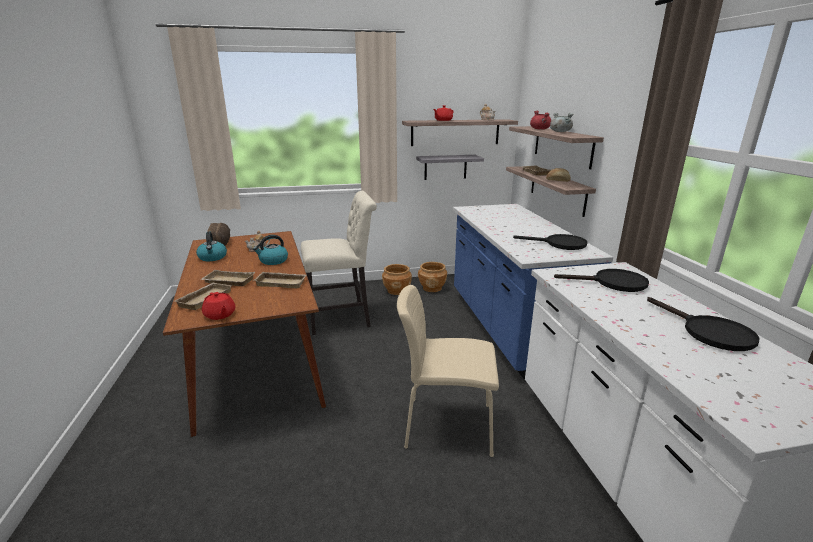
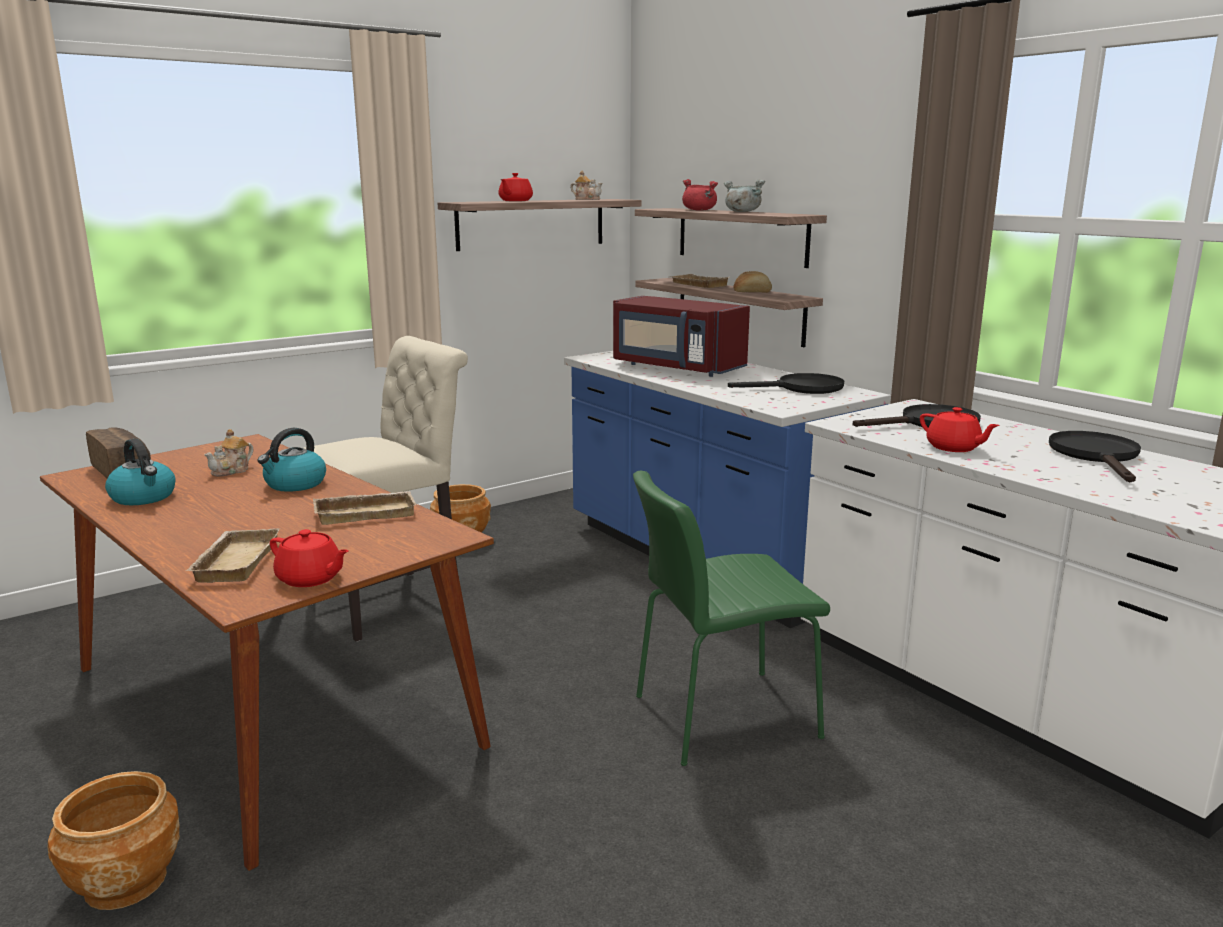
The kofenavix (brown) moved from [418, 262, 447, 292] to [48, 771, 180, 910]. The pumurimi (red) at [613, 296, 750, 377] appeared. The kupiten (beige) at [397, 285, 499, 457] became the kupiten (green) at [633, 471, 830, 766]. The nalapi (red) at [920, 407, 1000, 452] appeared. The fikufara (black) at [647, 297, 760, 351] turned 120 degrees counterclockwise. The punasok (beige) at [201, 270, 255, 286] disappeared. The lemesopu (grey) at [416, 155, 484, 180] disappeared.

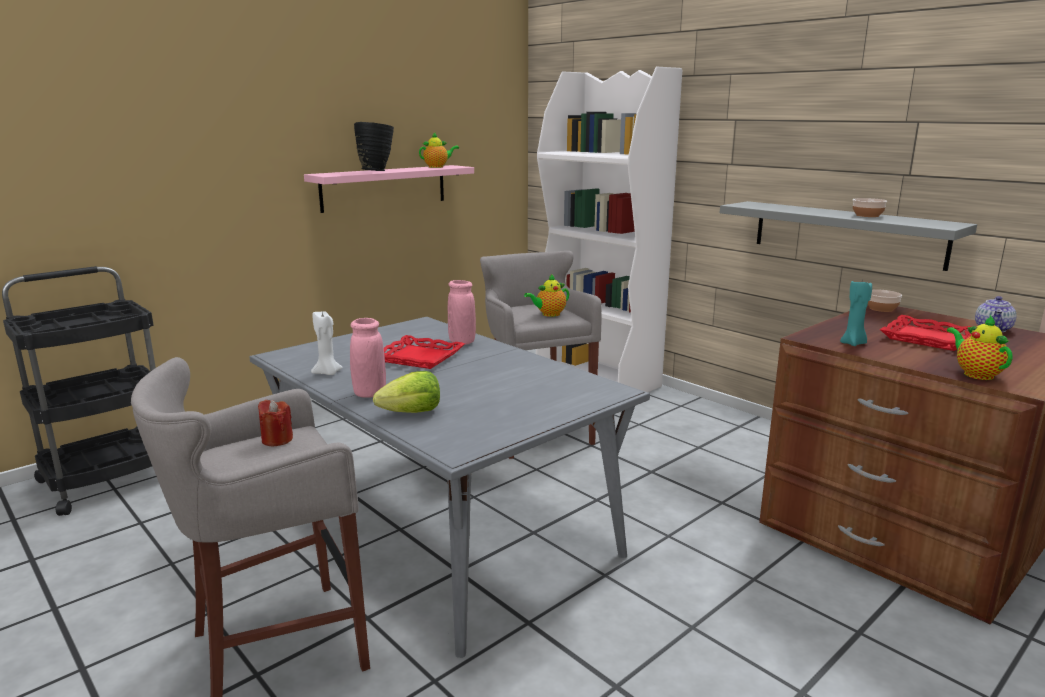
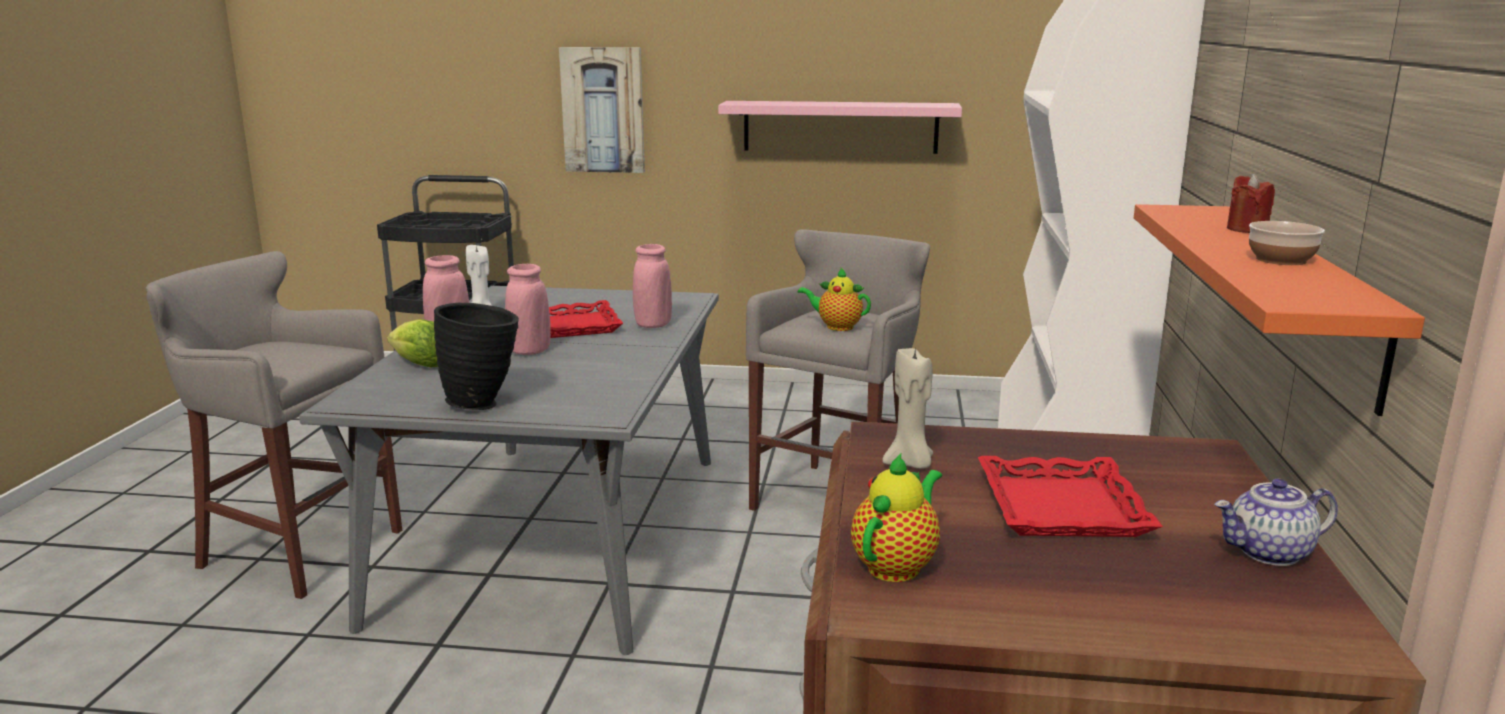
The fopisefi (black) moved from [354, 122, 394, 171] to [434, 303, 519, 410]. The fopisefi (pink) at [505, 264, 551, 355] appeared. The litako at [559, 47, 645, 173] appeared. The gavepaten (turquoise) at [840, 278, 872, 346] became the gavepaten (beige) at [882, 346, 933, 469]. The lemesopu (grey) at [720, 201, 977, 271] became the lemesopu (orange) at [1134, 204, 1425, 416]. The gavepaten (red) moved from [258, 400, 293, 446] to [1227, 174, 1275, 233]. The nalapi at [419, 133, 459, 168] disappeared. The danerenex at [868, 290, 902, 312] disappeared.

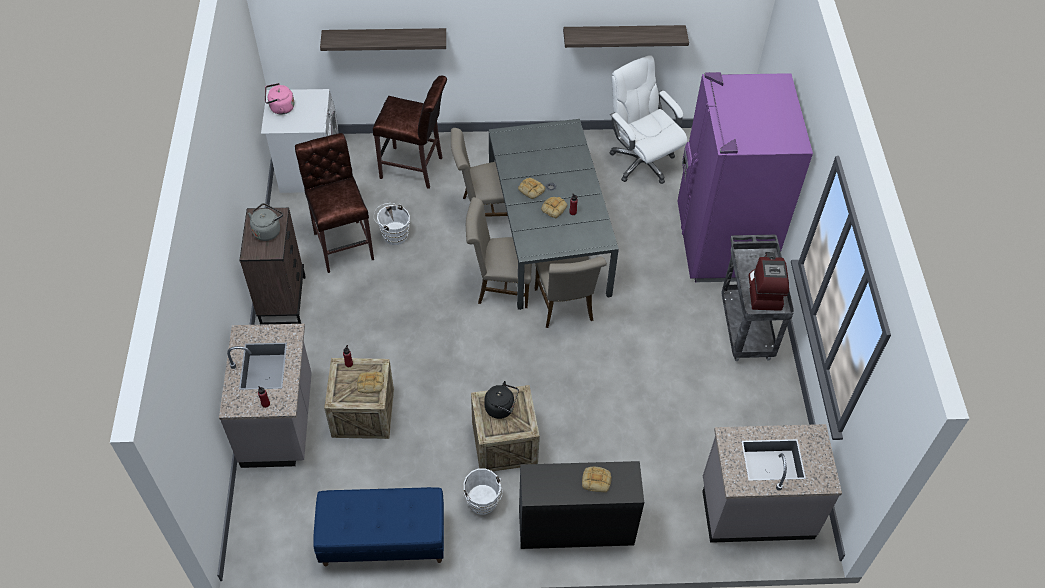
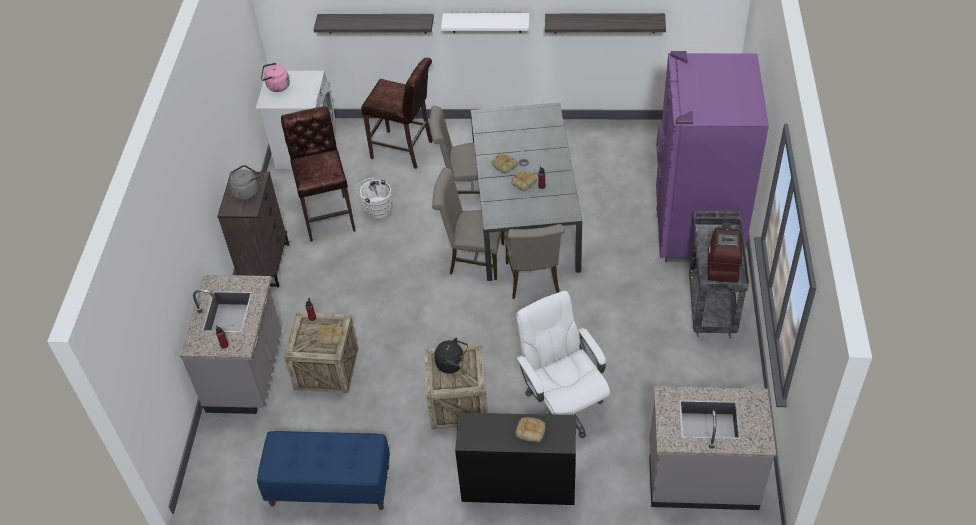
The lemesopu (white) at [441, 13, 530, 33] appeared. The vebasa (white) moved from [610, 55, 688, 184] to [516, 291, 610, 438]. The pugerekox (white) at [463, 468, 503, 515] disappeared.

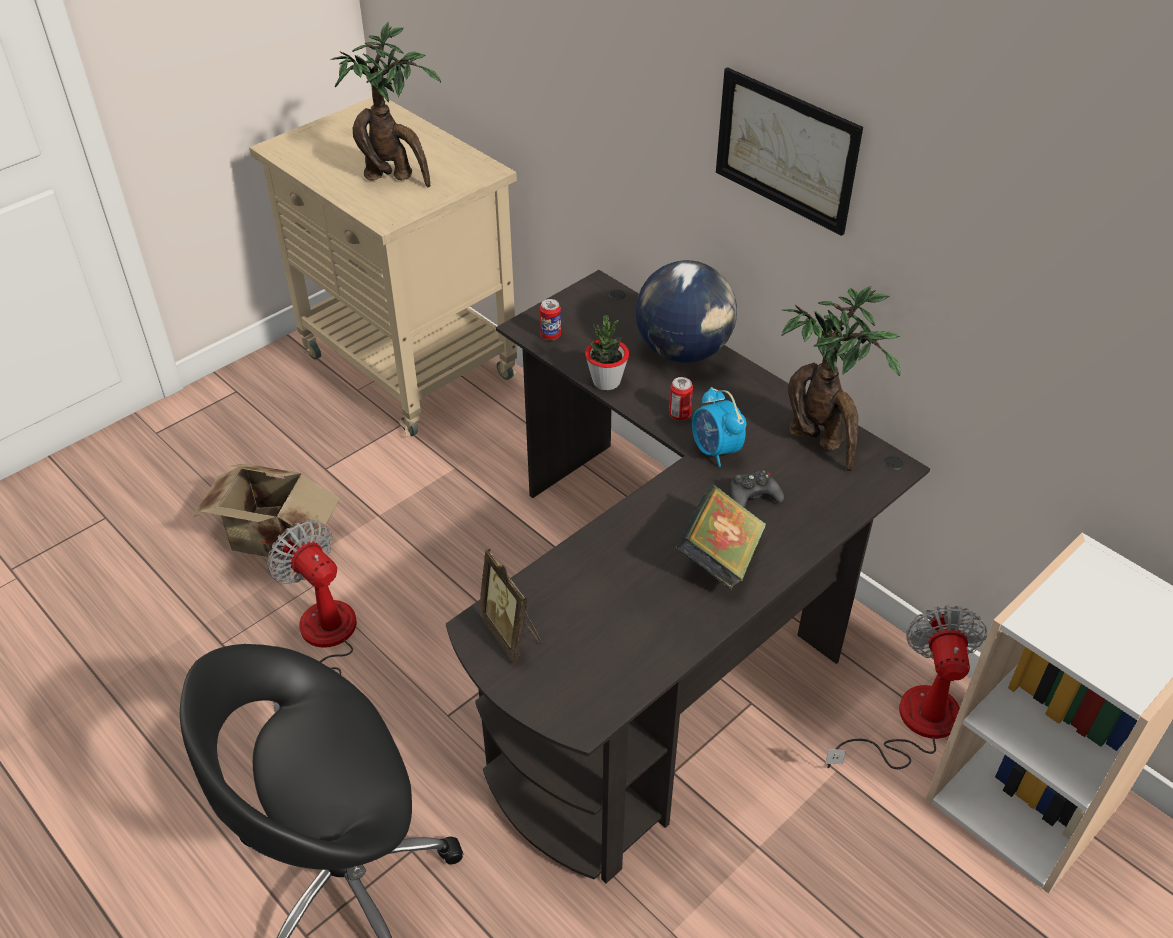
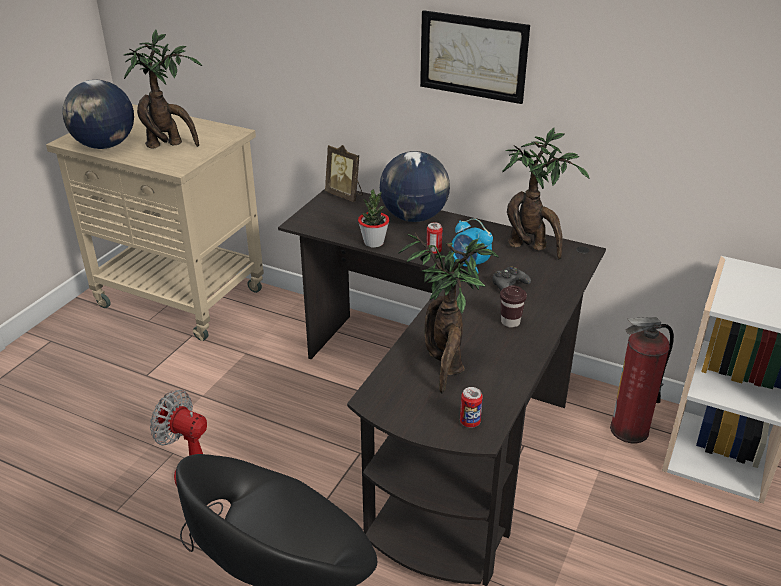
The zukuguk at [62, 80, 134, 149] appeared. The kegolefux moved from [479, 548, 542, 663] to [325, 145, 363, 202]. The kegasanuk at [398, 233, 499, 394] appeared. The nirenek moved from [540, 299, 561, 340] to [460, 387, 483, 428]. The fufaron at [676, 485, 766, 590] was replaced by the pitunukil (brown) at [500, 285, 527, 328]. The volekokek at [825, 605, 987, 769] was replaced by the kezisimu at [610, 317, 674, 443]. The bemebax at [191, 464, 340, 559] disappeared.

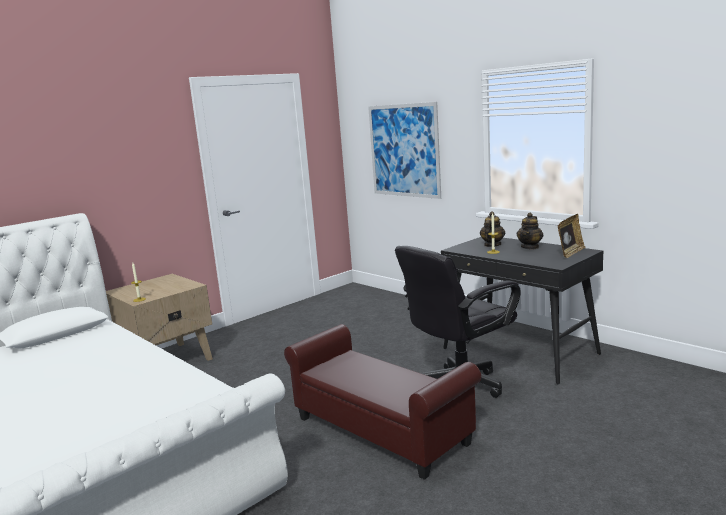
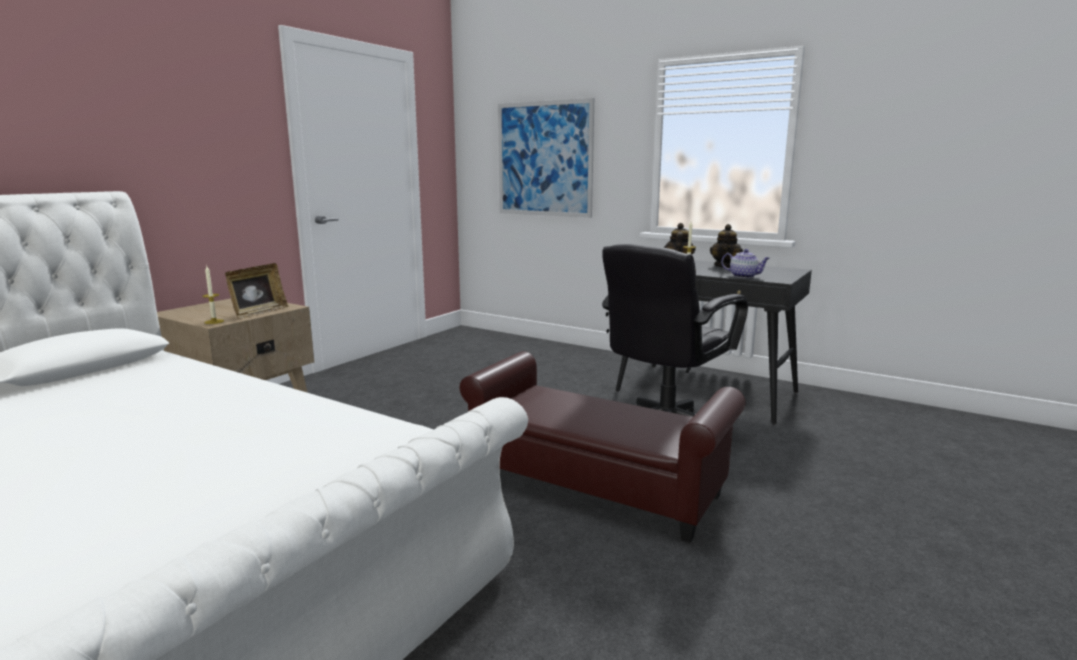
The kegolefux moved from [558, 214, 585, 258] to [225, 263, 289, 319]. The nalapi at [721, 249, 770, 278] appeared.

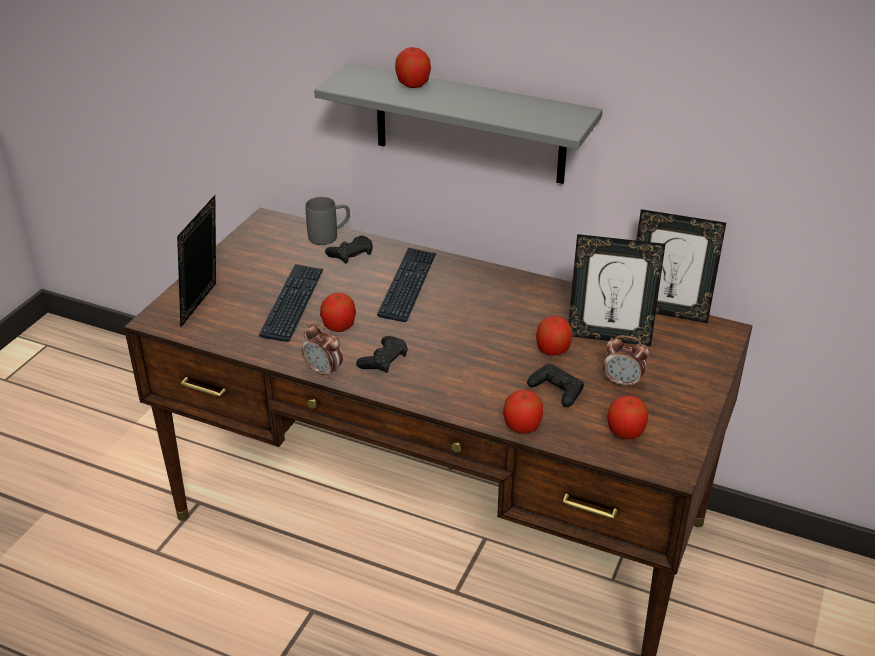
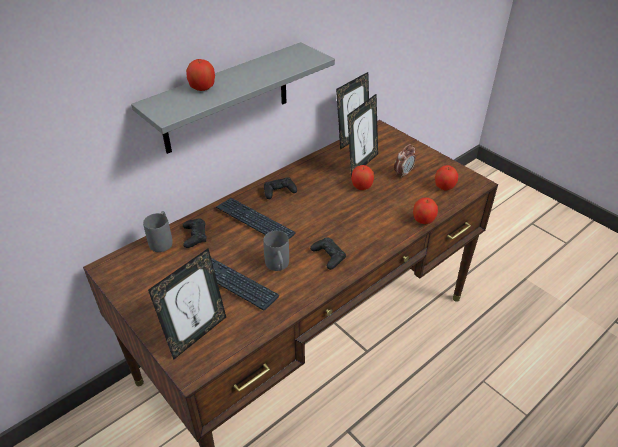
The kegolefux at [177, 195, 216, 328] turned 90 degrees counterclockwise. The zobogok at [320, 293, 356, 332] was replaced by the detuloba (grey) at [263, 231, 289, 271]. The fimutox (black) moved from [527, 364, 584, 407] to [264, 177, 297, 199]. The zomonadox at [302, 323, 343, 379] disappeared.

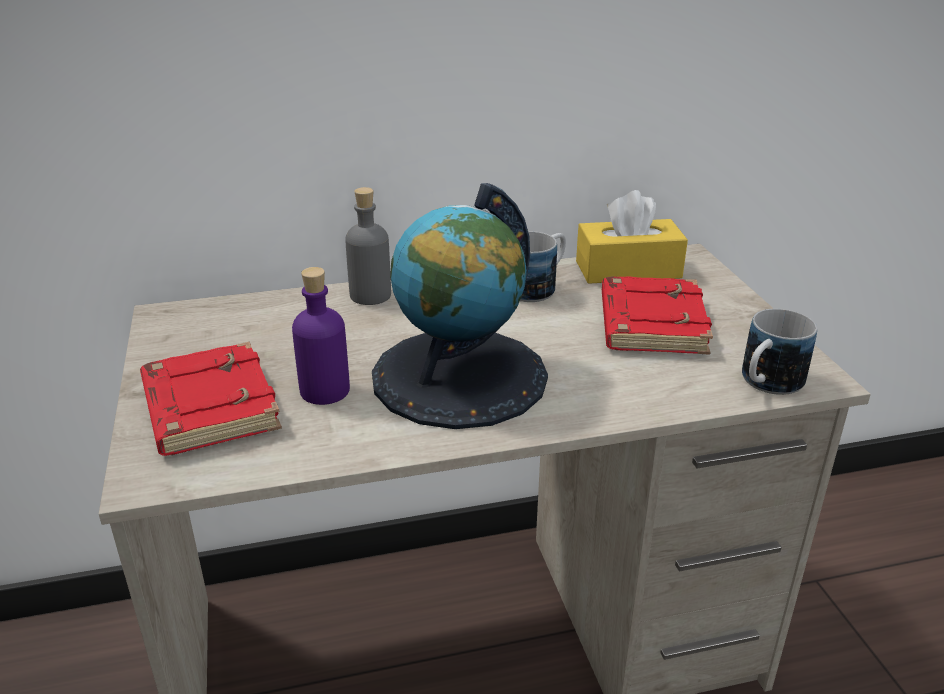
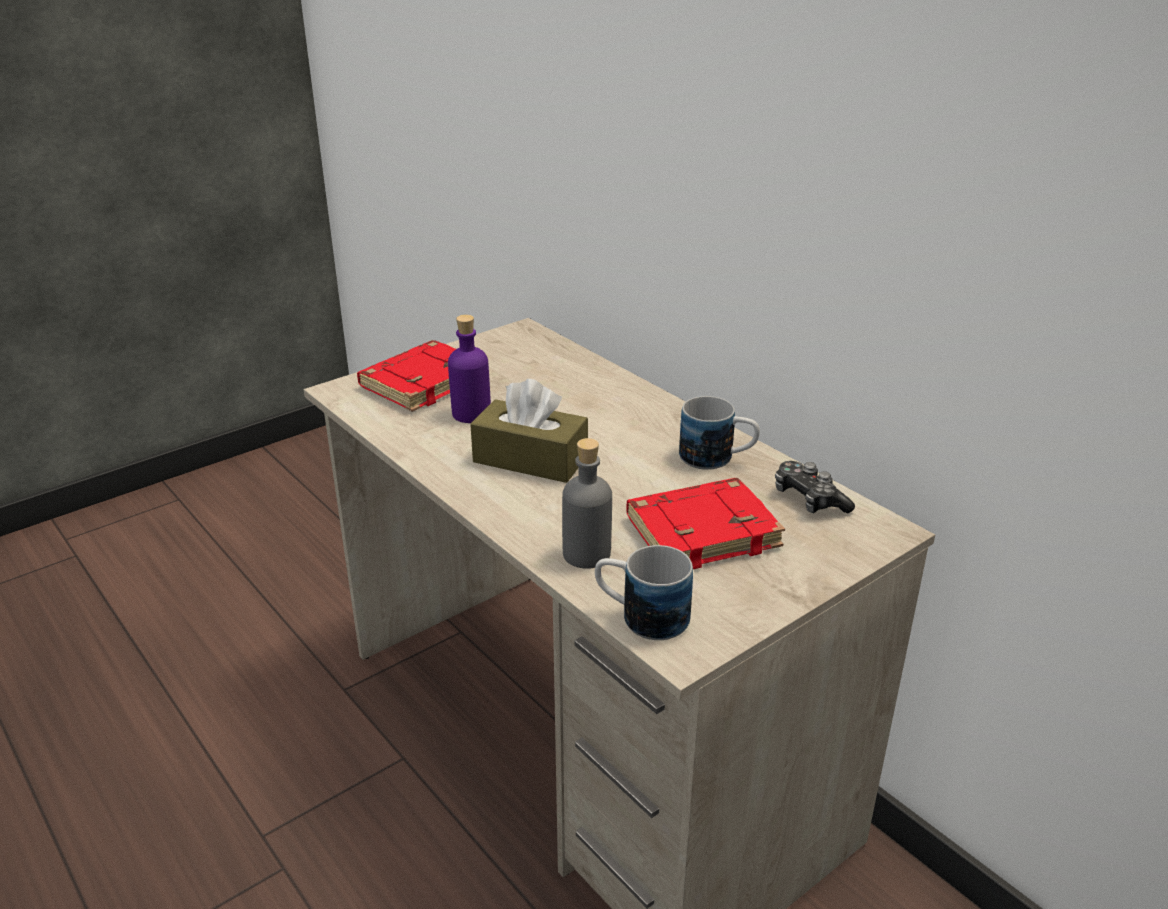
The zukuguk at [372, 183, 548, 429] was replaced by the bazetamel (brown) at [470, 379, 588, 483]. The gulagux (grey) moved from [345, 187, 391, 305] to [562, 438, 612, 569]. The bazetamel (yellow) at [576, 190, 688, 284] was replaced by the fimutox at [775, 461, 855, 513].

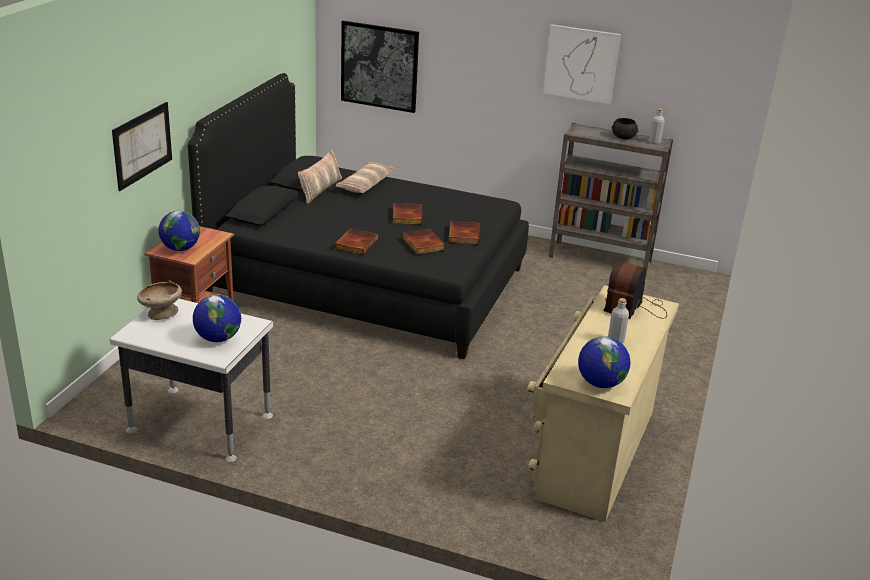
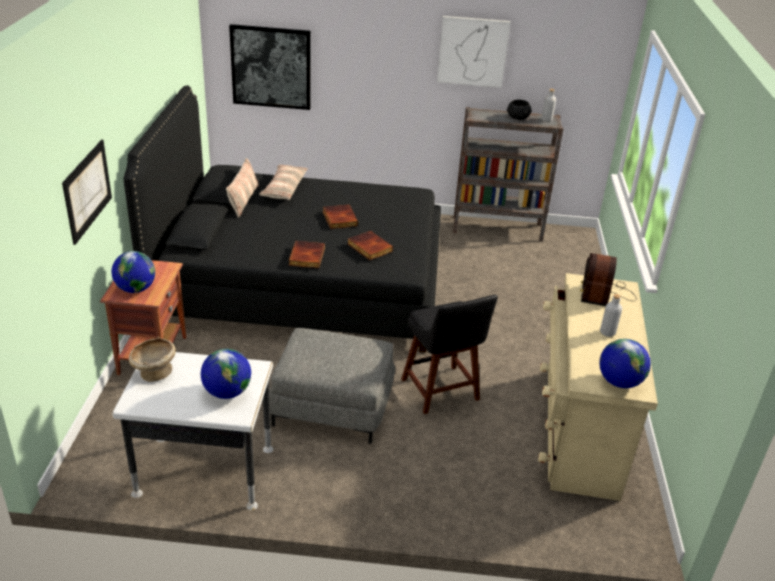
The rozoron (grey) at [270, 328, 395, 444] appeared. The kupiten (black) at [401, 295, 498, 414] appeared. The fufaron at [448, 221, 480, 245] disappeared.

